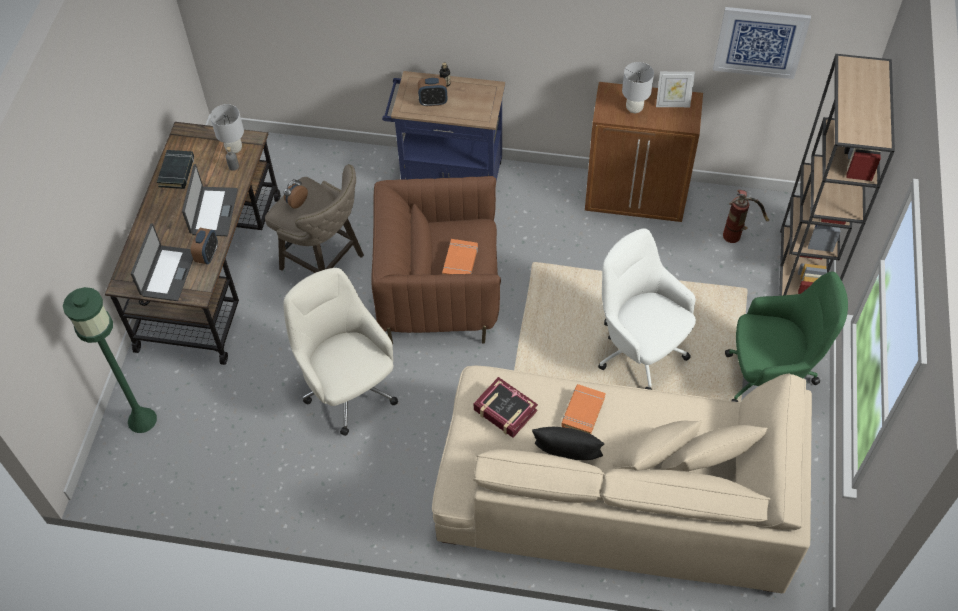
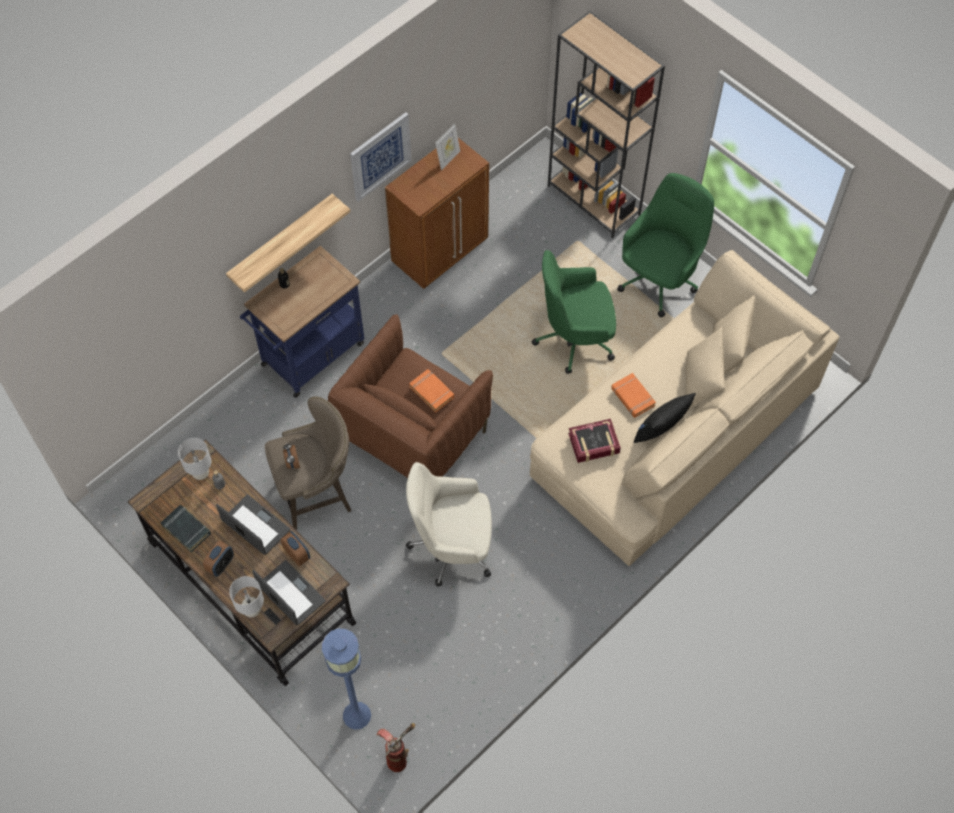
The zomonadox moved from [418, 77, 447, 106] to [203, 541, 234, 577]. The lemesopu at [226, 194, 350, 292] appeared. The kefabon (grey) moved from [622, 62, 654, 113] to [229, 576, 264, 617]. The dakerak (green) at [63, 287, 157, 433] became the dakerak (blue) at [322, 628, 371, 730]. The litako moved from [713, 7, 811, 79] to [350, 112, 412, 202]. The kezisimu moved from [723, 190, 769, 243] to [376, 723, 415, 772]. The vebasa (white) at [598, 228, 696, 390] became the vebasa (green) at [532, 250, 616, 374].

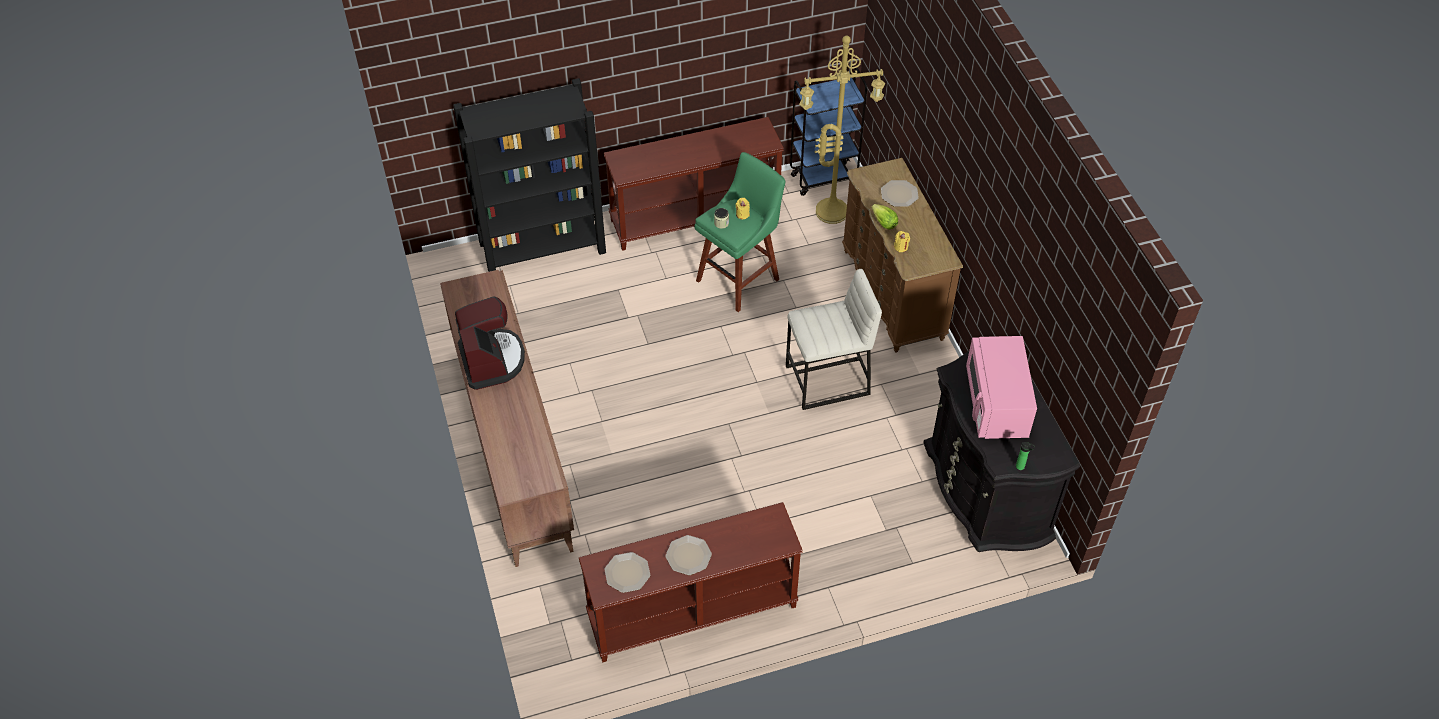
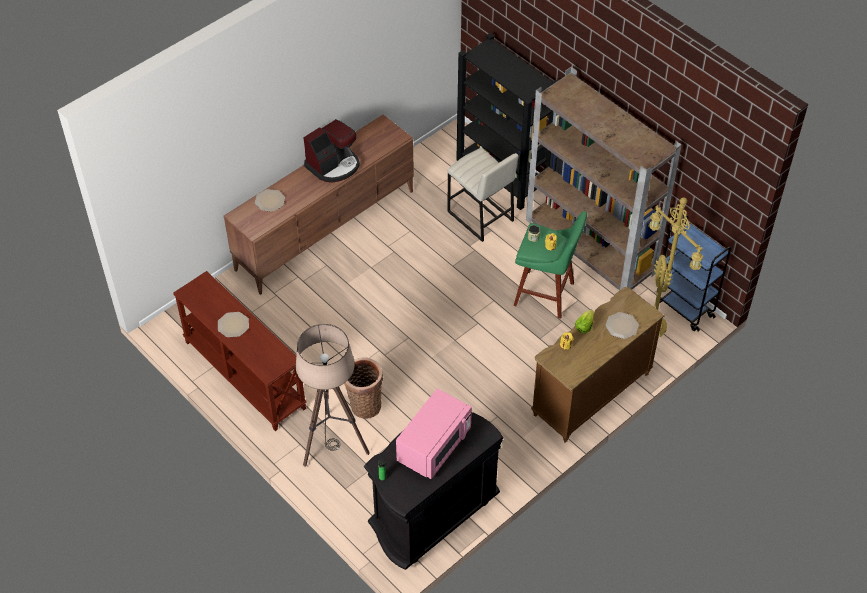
The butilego moved from [604, 552, 650, 593] to [255, 189, 285, 212]. The dakerak at [296, 324, 370, 467] appeared. The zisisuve at [344, 357, 383, 419] appeared. The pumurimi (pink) at [966, 336, 1037, 439] turned 150 degrees clockwise. The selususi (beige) moved from [786, 269, 882, 410] to [447, 148, 519, 242]. The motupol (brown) at [604, 117, 784, 251] was replaced by the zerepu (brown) at [526, 67, 682, 290].

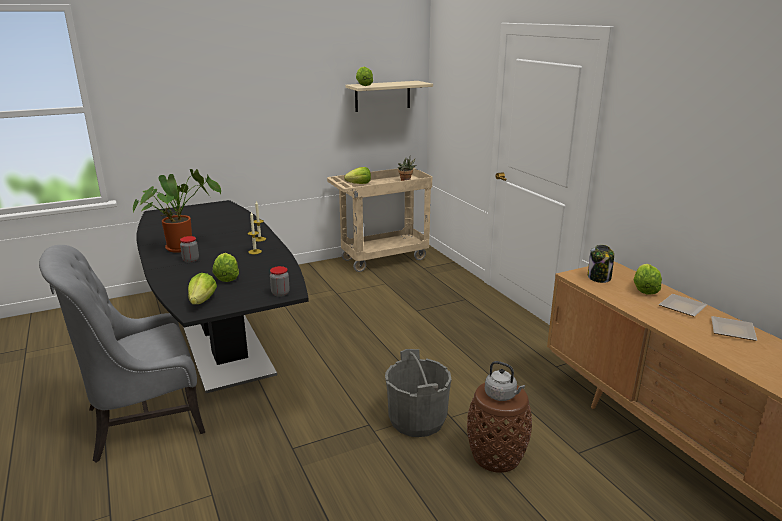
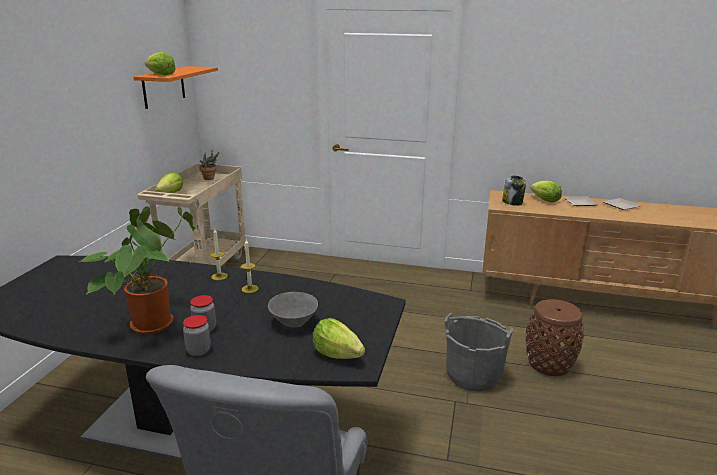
The lemesopu (beige) at [345, 81, 433, 112] became the lemesopu (orange) at [133, 66, 218, 109]. The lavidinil moved from [270, 266, 290, 297] to [183, 315, 211, 356]. The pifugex at [213, 253, 239, 282] was replaced by the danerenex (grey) at [268, 292, 318, 328]. The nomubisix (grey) at [485, 361, 525, 401] disappeared.

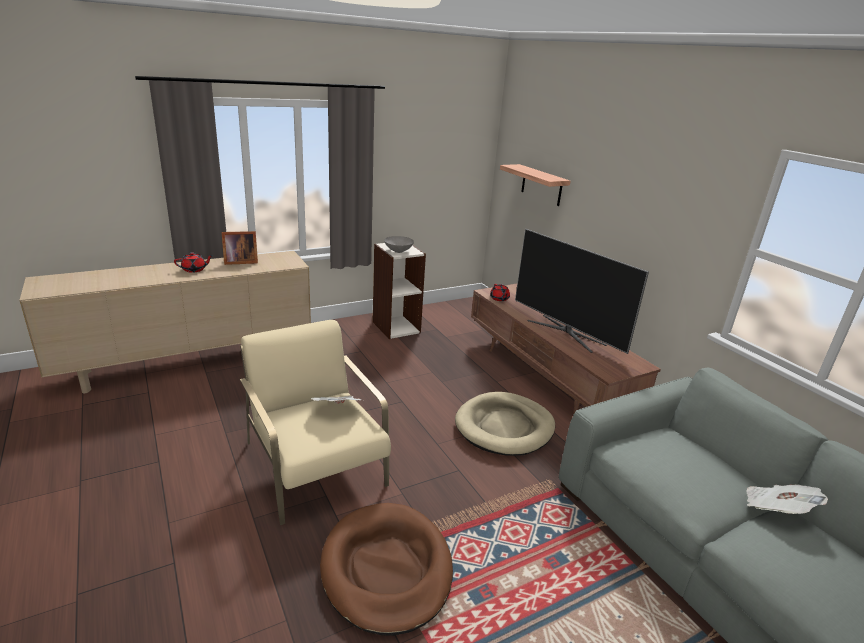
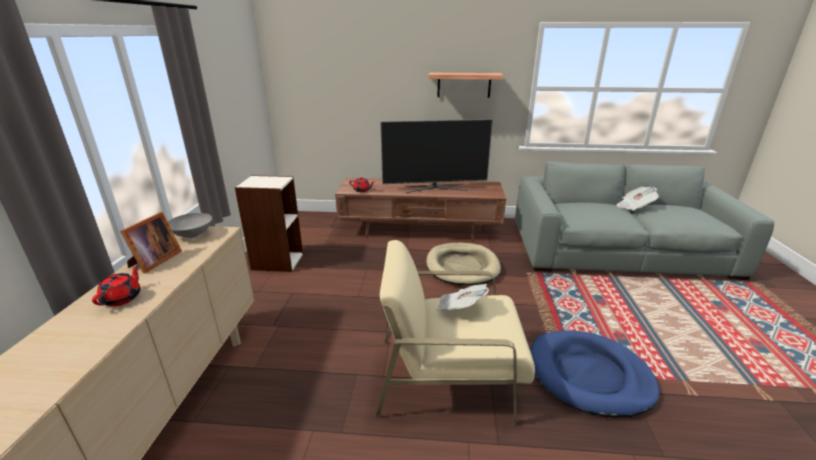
The danerenex (grey) moved from [384, 236, 414, 253] to [168, 213, 212, 238]. The lemesopu moved from [500, 164, 571, 206] to [428, 73, 503, 98]. The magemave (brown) at [320, 503, 453, 636] became the magemave (blue) at [530, 330, 660, 418].

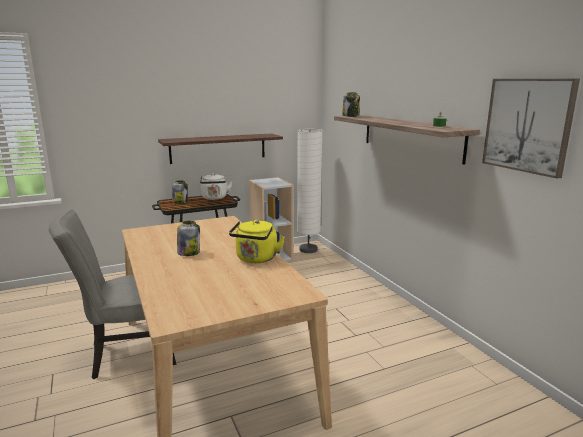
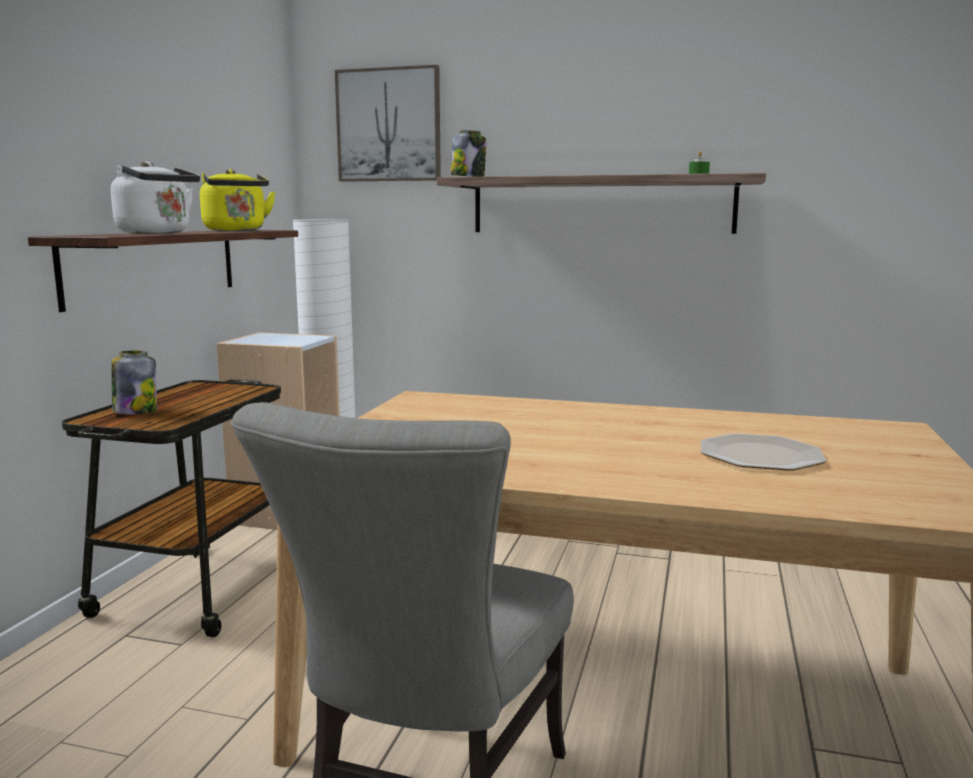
The nomubisix (white) moved from [200, 173, 232, 200] to [111, 161, 200, 234]. The nomubisix (yellow) moved from [229, 220, 285, 263] to [200, 169, 275, 231]. The litako moved from [482, 79, 580, 179] to [335, 65, 441, 182]. The butilego at [701, 433, 826, 471] appeared. The lavidinil at [177, 221, 200, 256] disappeared.

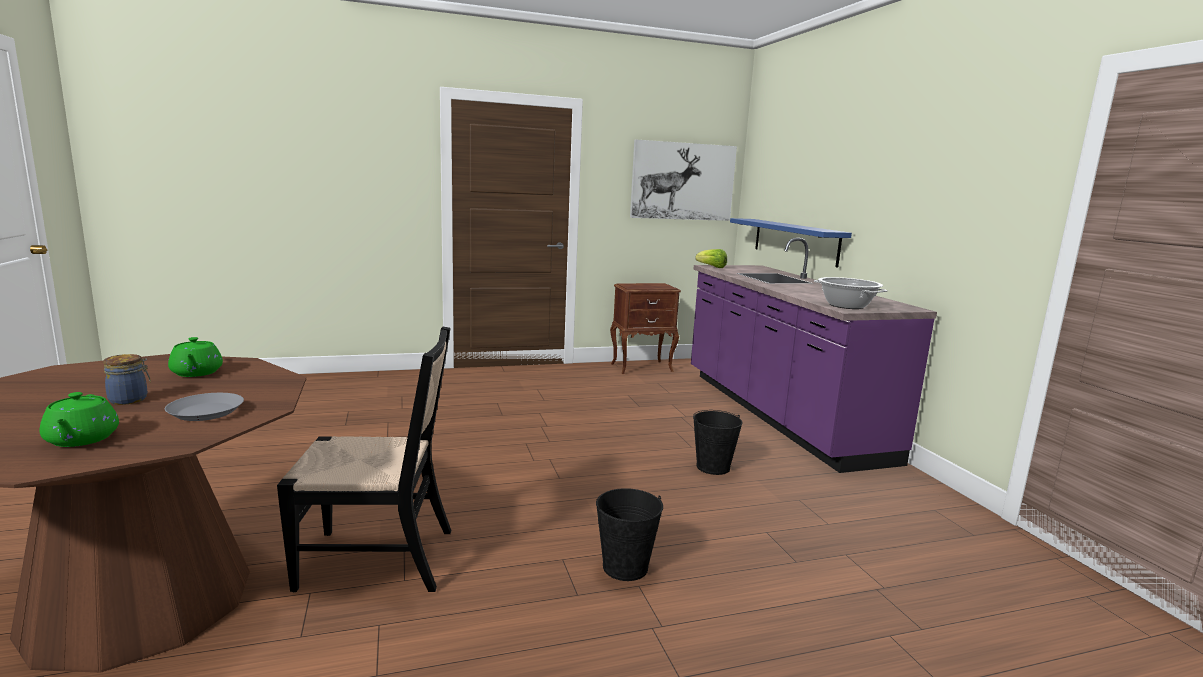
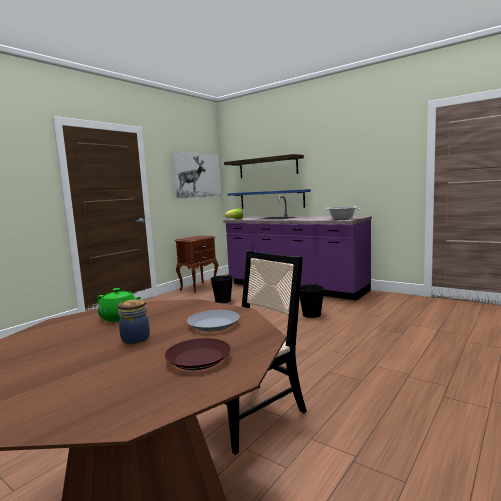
The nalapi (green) at [39, 392, 119, 447] was replaced by the butilego (brown) at [165, 338, 231, 370]. The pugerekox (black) moved from [596, 488, 663, 581] to [211, 275, 233, 303]. The lemesopu at [224, 154, 304, 178] appeared.

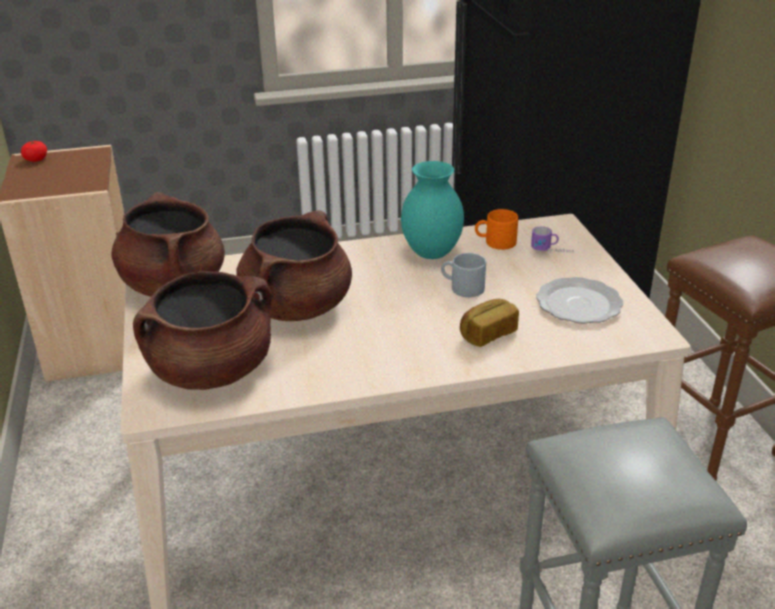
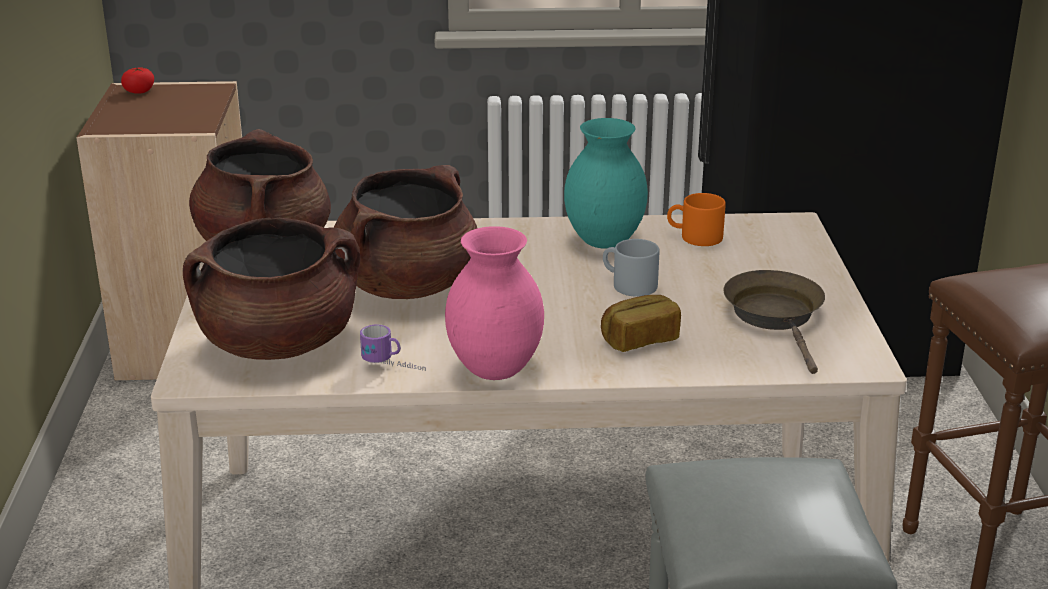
The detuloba moved from [531, 227, 574, 253] to [360, 324, 426, 371]. The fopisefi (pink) at [445, 226, 544, 380] appeared. The butilego at [536, 277, 624, 324] was replaced by the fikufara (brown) at [723, 270, 825, 374].

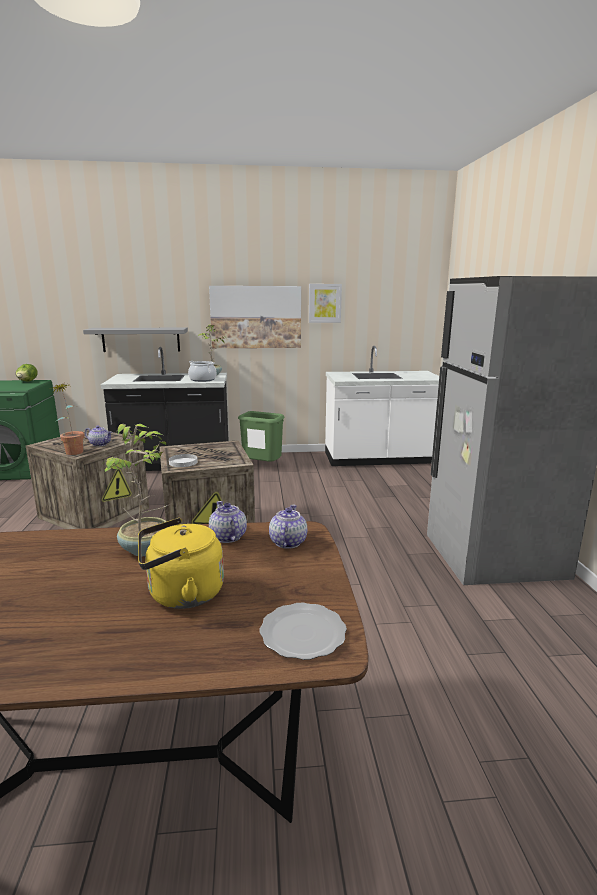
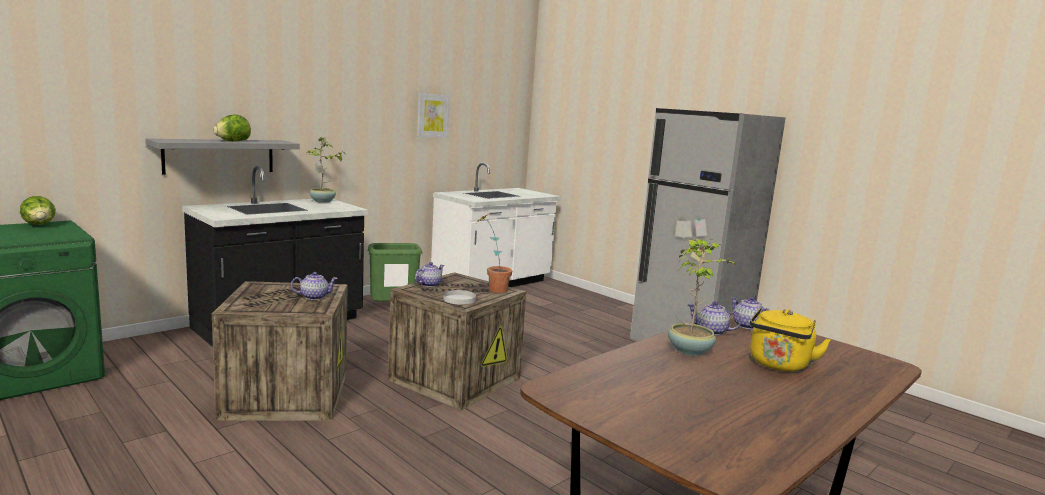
The pifugex at [214, 114, 251, 142] appeared. The nalapi at [415, 262, 444, 287] appeared. The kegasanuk moved from [51, 382, 84, 455] to [477, 213, 512, 293]. The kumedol at [188, 361, 216, 382] disappeared. The litako at [209, 286, 301, 348] disappeared. The butilego at [260, 603, 347, 660] disappeared.

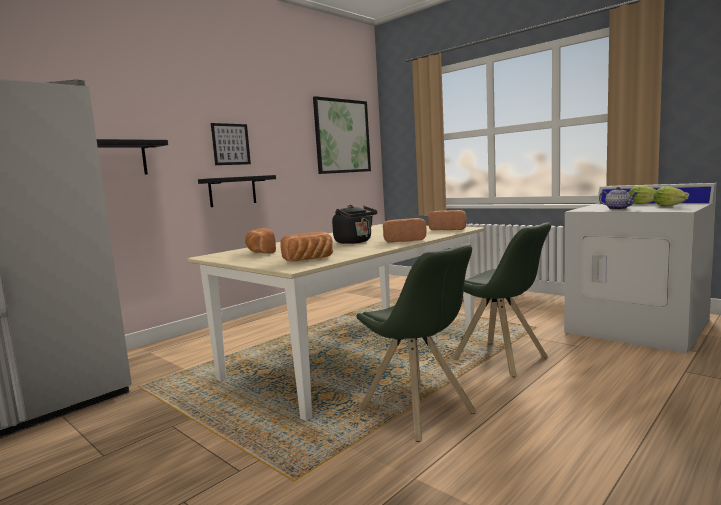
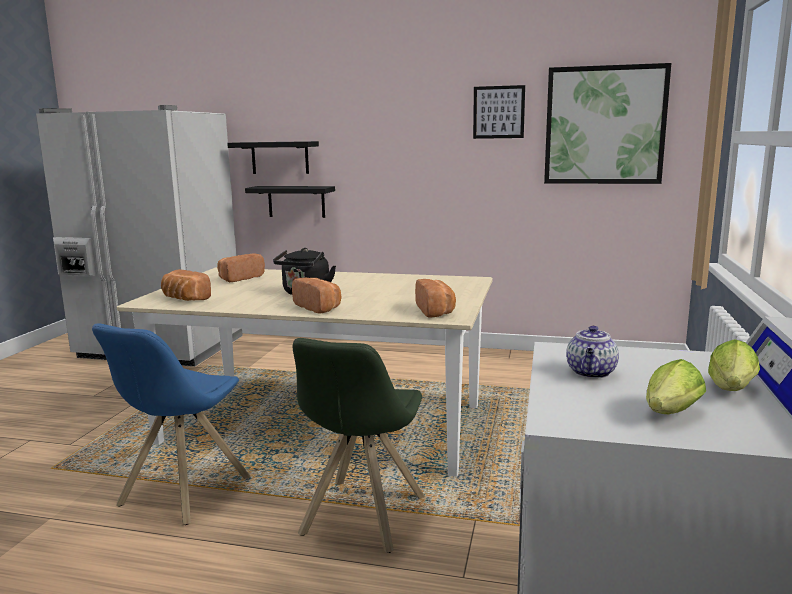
The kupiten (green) at [356, 244, 476, 442] became the kupiten (blue) at [92, 323, 251, 525]. The lemesopu (black) moved from [198, 175, 276, 207] to [245, 186, 335, 218]. The litako moved from [211, 123, 251, 165] to [473, 85, 525, 139].

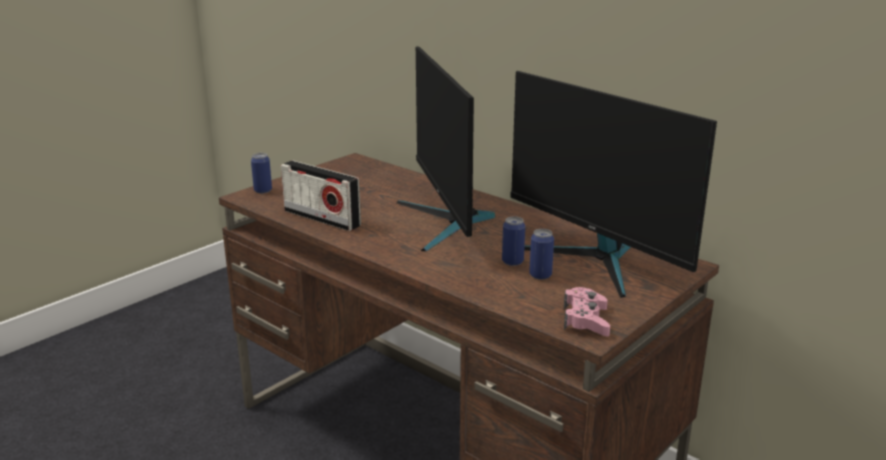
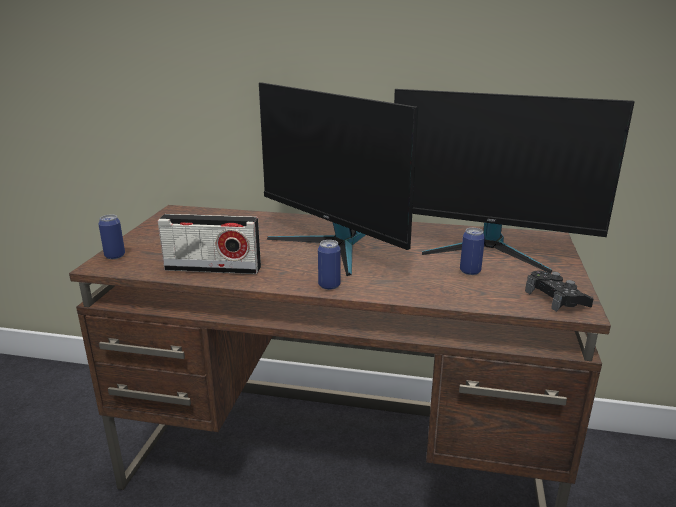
The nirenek moved from [502, 216, 525, 266] to [318, 240, 341, 290]. The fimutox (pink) at [564, 287, 610, 336] became the fimutox (black) at [525, 271, 594, 312].

